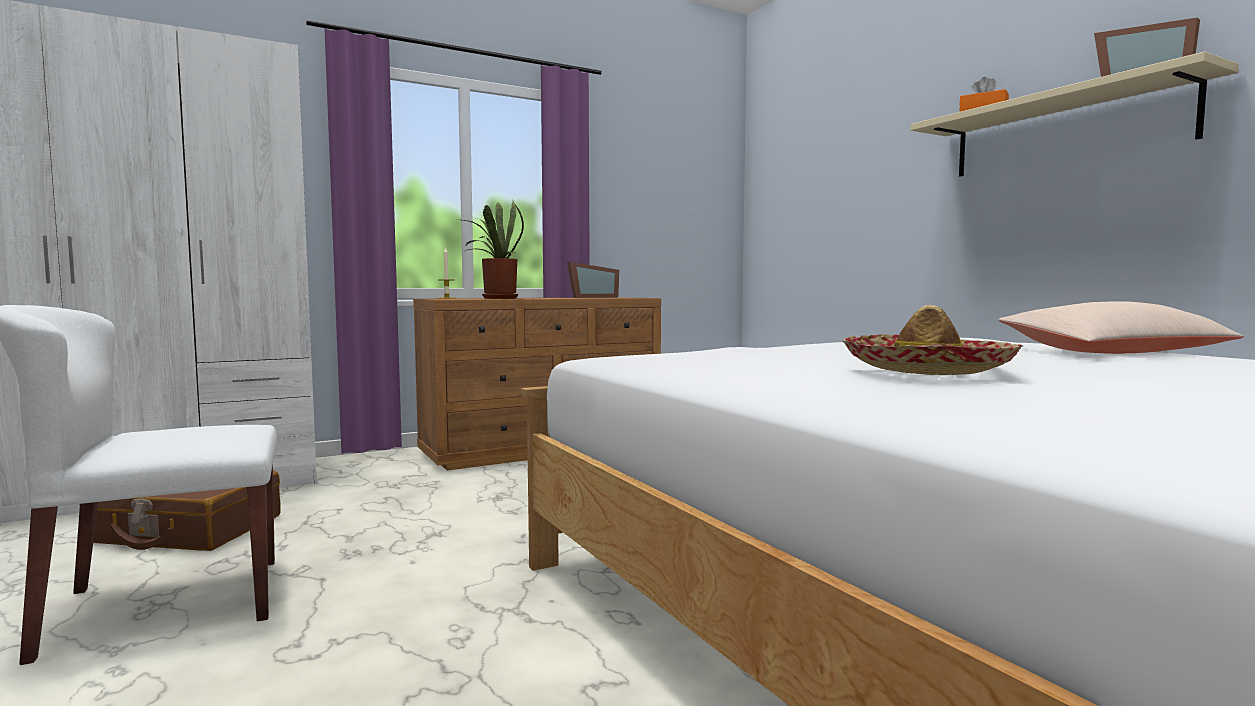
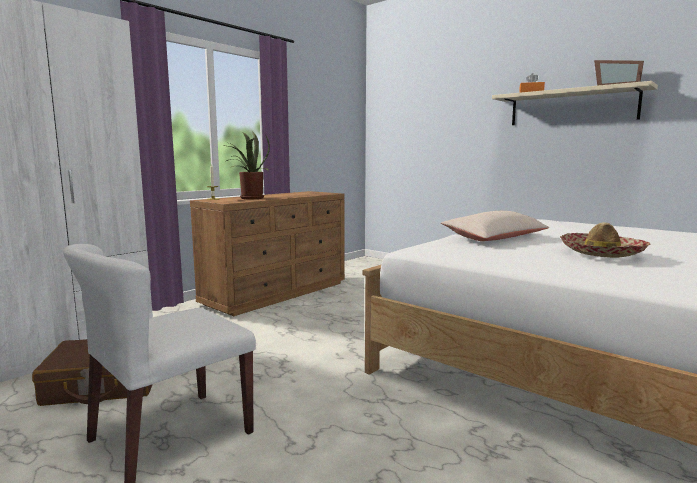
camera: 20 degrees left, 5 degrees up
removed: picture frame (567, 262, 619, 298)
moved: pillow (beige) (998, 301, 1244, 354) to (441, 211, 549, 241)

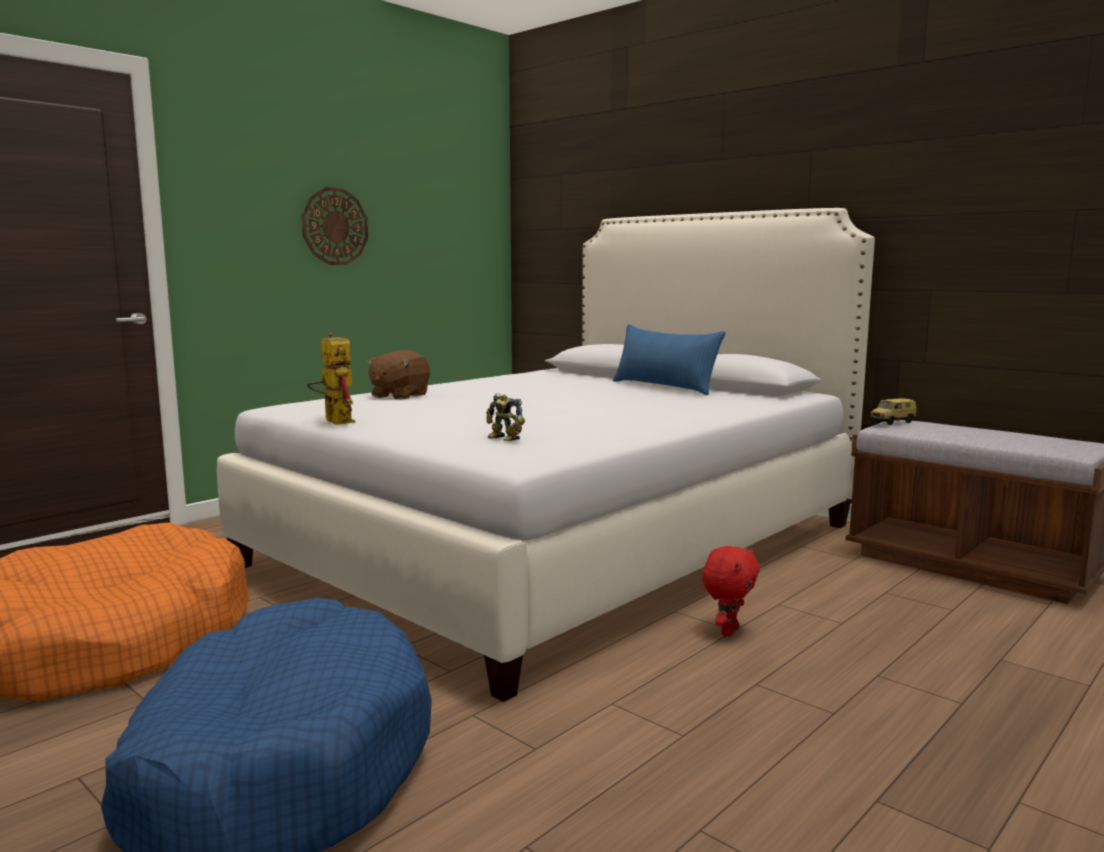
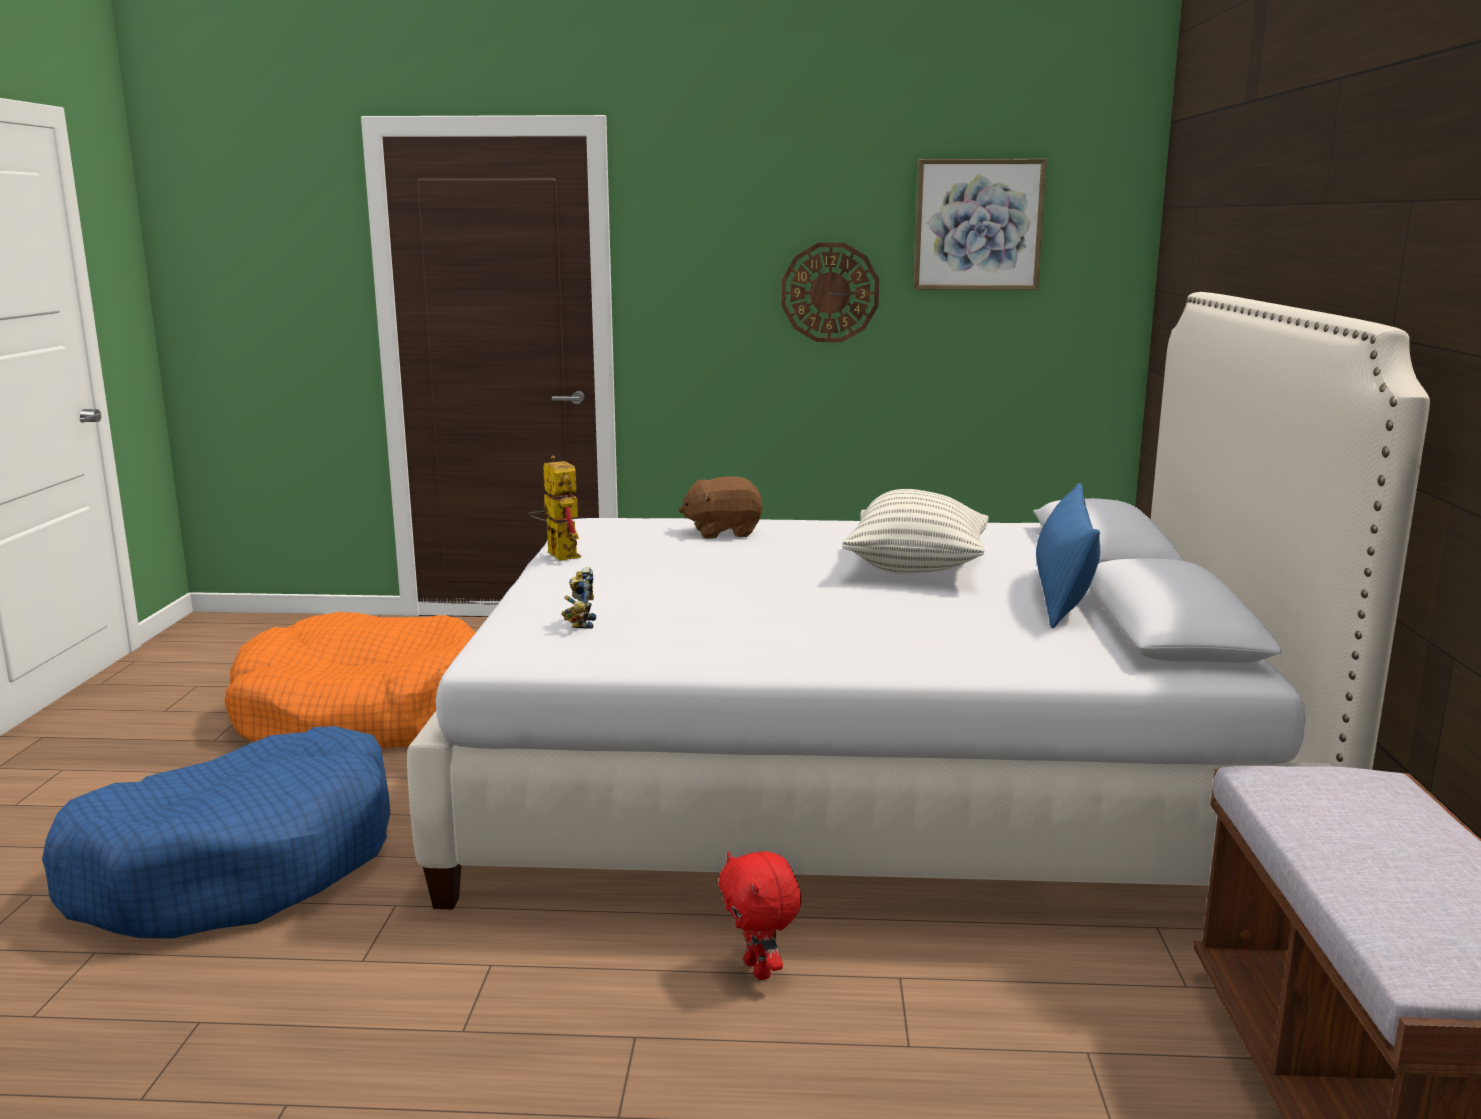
camera: 50 degrees right, 5 degrees up
removed: toy car (870, 398, 917, 425)
added: pillow (842, 489, 989, 574); picture (913, 159, 1047, 290)
turned: toy robot (307, 333, 356, 425) = (528, 456, 581, 561) 45 degrees counterclockwise; plush toy (red) (702, 546, 760, 636) = (718, 852, 802, 980) 75 degrees clockwise

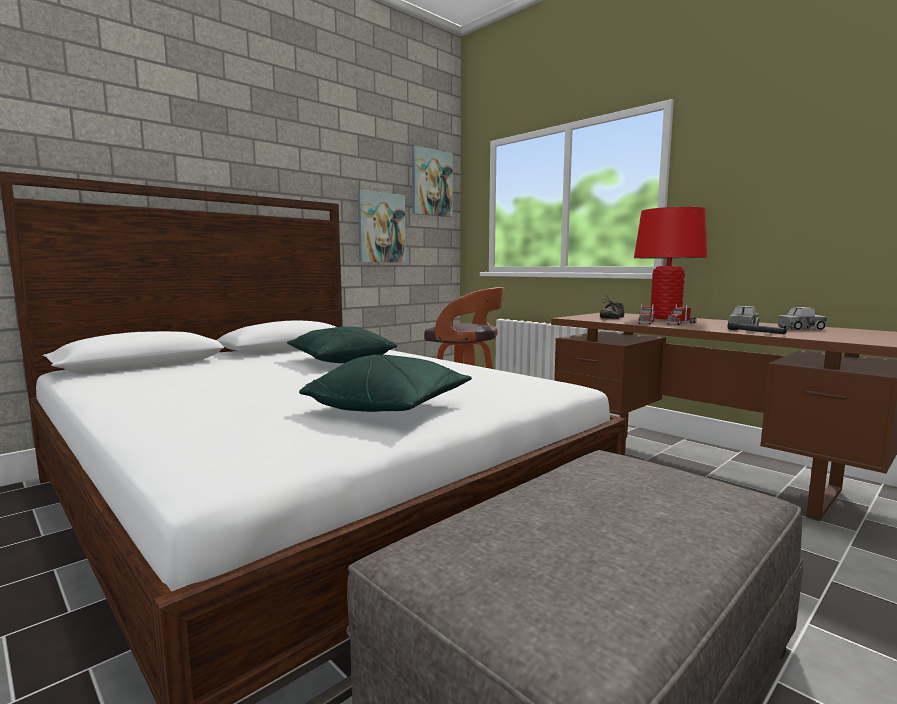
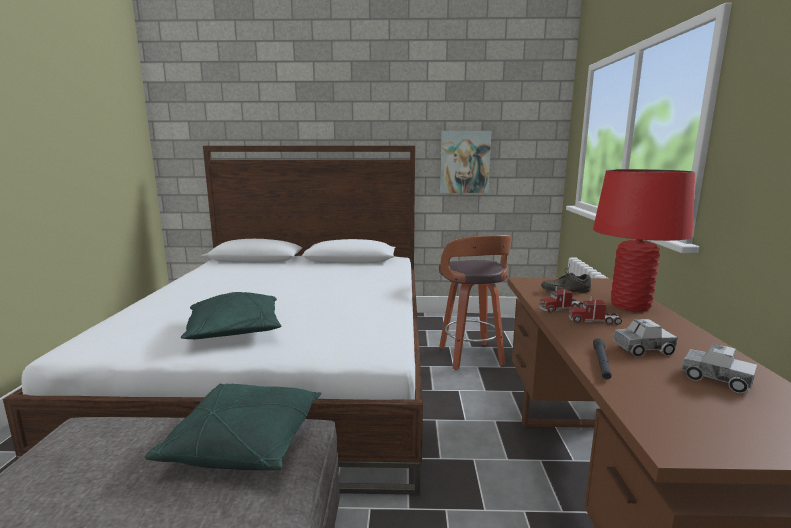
camera: 45 degrees right, 5 degrees up
removed: picture (412, 145, 453, 217)
moved: pillow (green) (287, 326, 397, 363) to (144, 383, 321, 470)

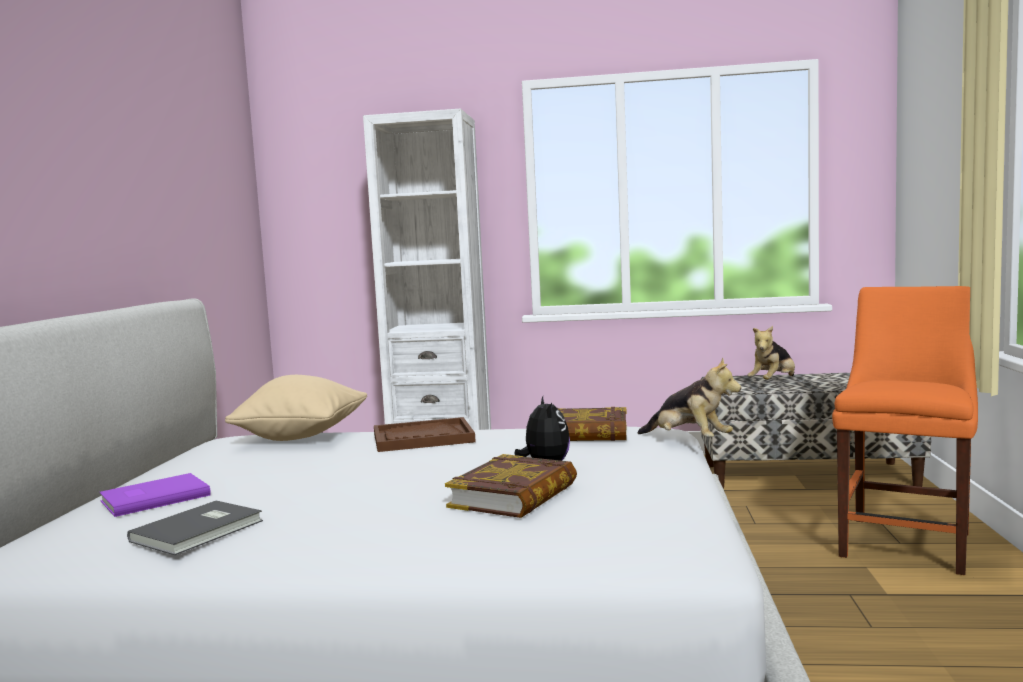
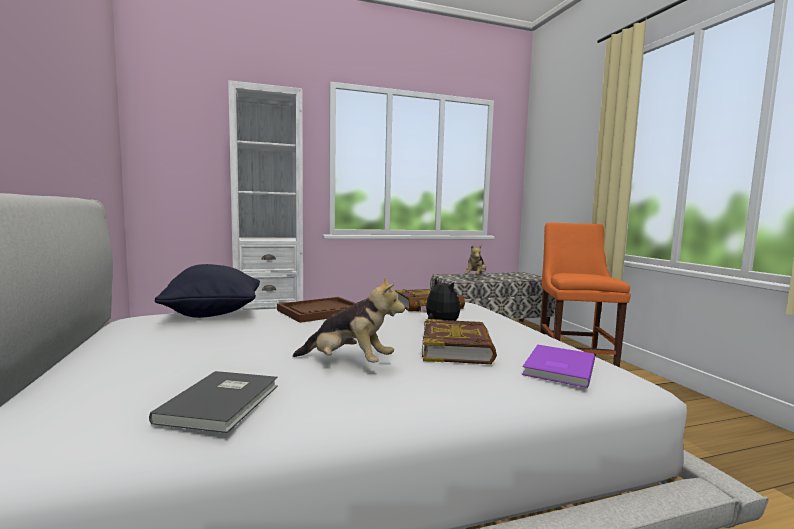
camera: 25 degrees left, 0 degrees up
moved: plush toy (637, 357, 741, 437) to (293, 277, 405, 363); book (purple) (99, 473, 211, 517) to (522, 345, 595, 388)
recoloured: pillow (beige) (225, 375, 367, 441) to pillow (black) (155, 264, 260, 318)

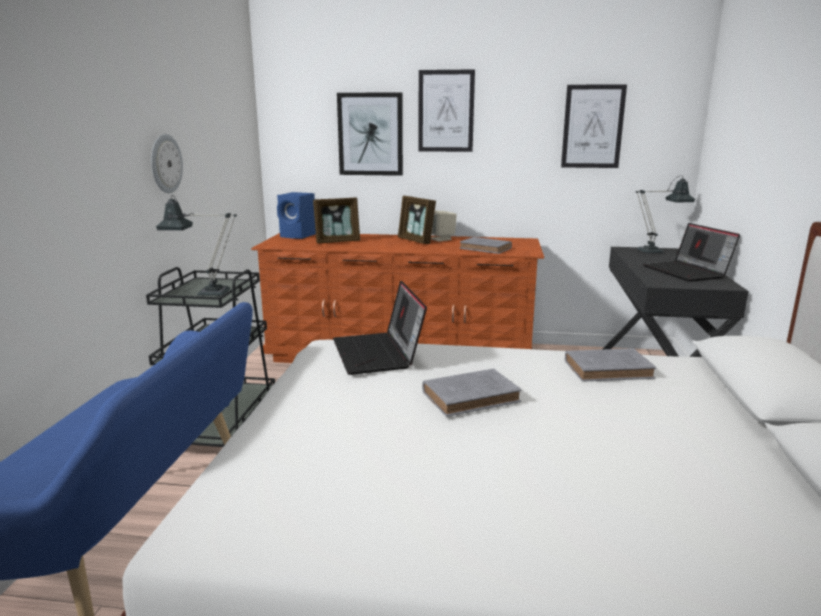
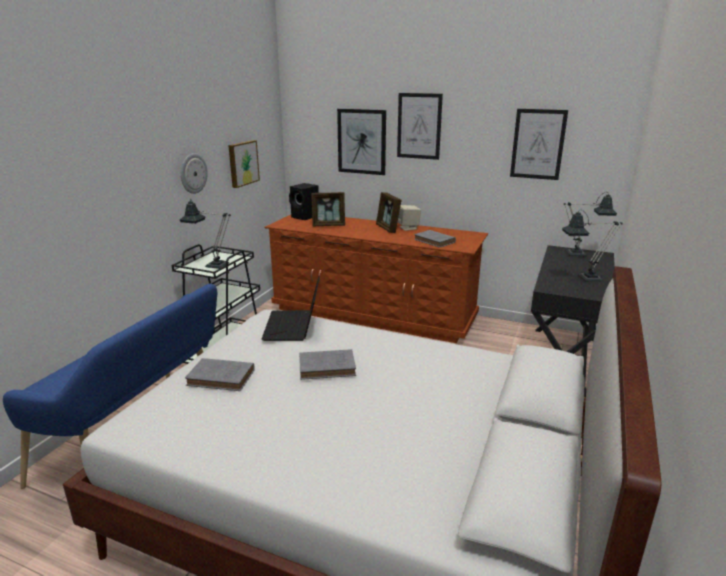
camera: 15 degrees right, 5 degrees up
added: picture (228, 140, 260, 188)
moved: book (grey) (565, 348, 656, 382) to (185, 358, 255, 391)
replaced: laptop (643, 223, 740, 281) to table lamp (562, 210, 623, 282)
recoloured: speaker (blue) (277, 192, 316, 239) to speaker (black) (289, 183, 319, 220)

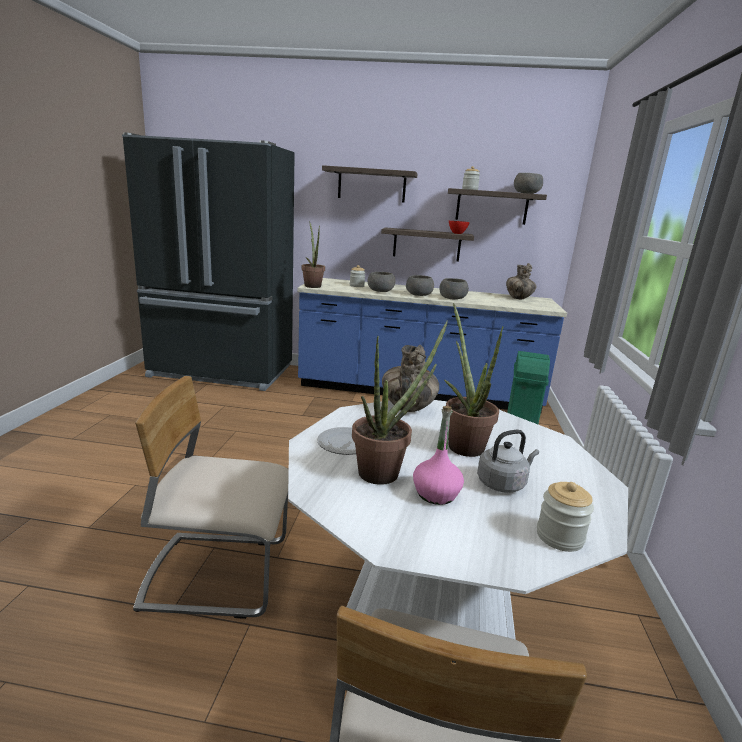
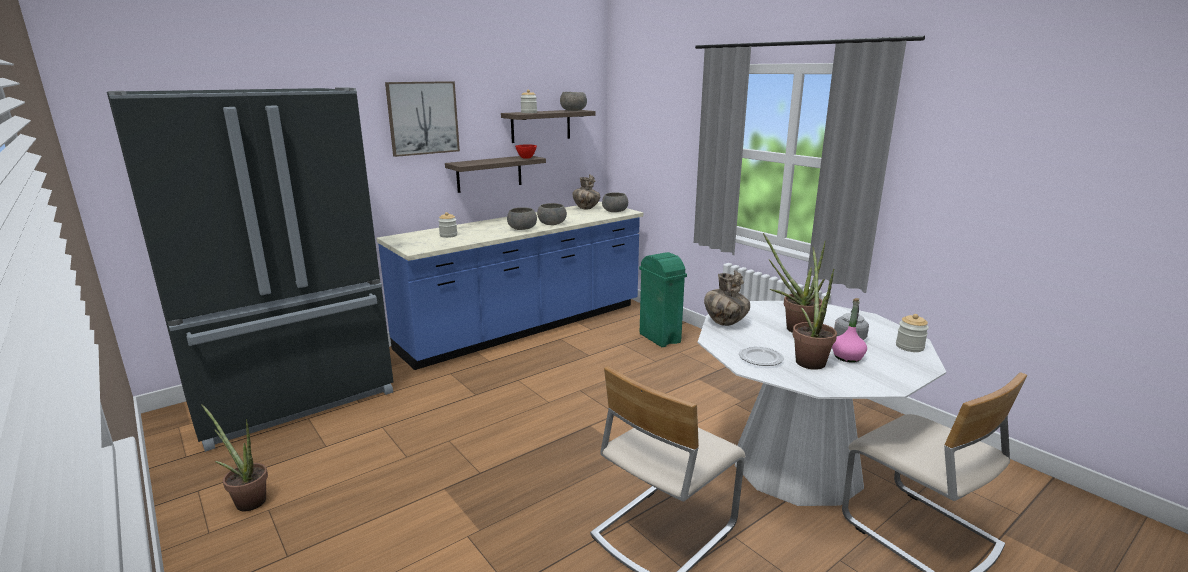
camera: 45 degrees left, 0 degrees up
moved: potted plant (301, 221, 325, 288) to (201, 404, 268, 511); bowl (grey) (368, 272, 395, 292) to (602, 193, 628, 212)
replaced: shelf (322, 165, 418, 202) to picture (385, 81, 460, 157)

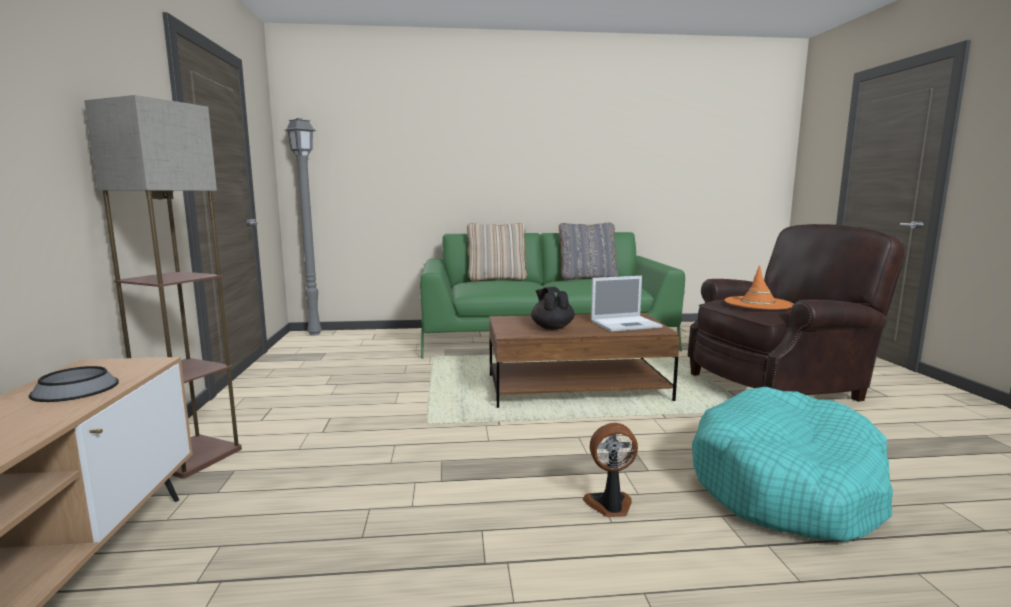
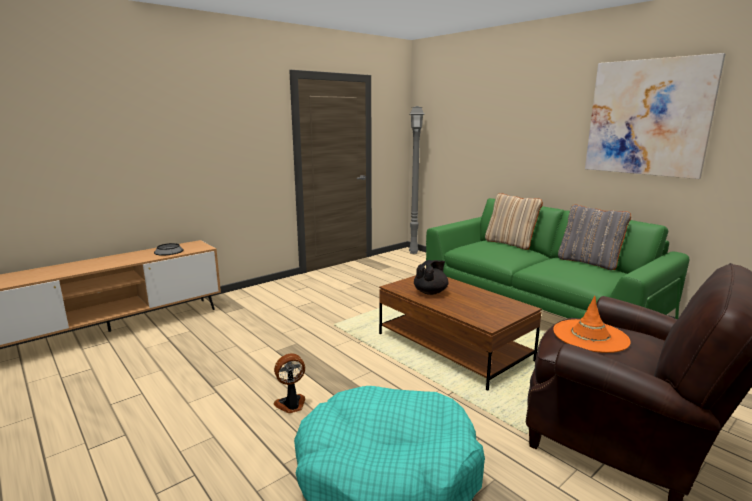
camera: 55 degrees right, 5 degrees up
removed: floor lamp (84, 95, 242, 479); laptop (591, 276, 663, 332)
added: picture (585, 53, 725, 179)
turned: fan (583, 423, 638, 517) = (274, 354, 305, 413) 75 degrees counterclockwise

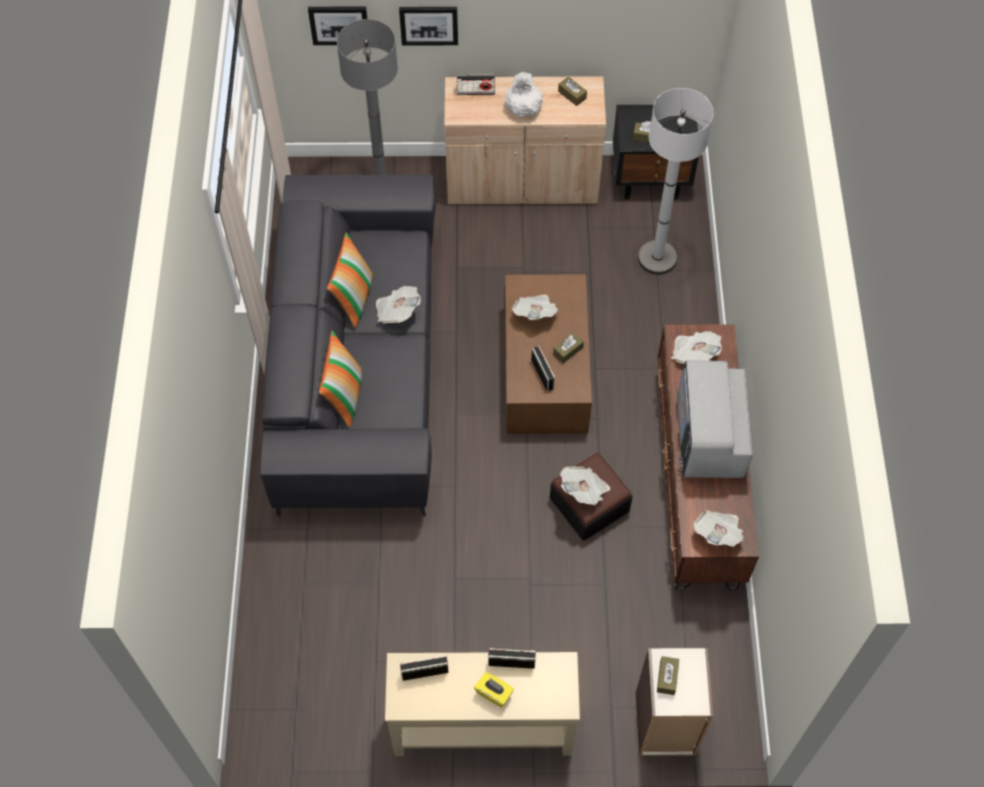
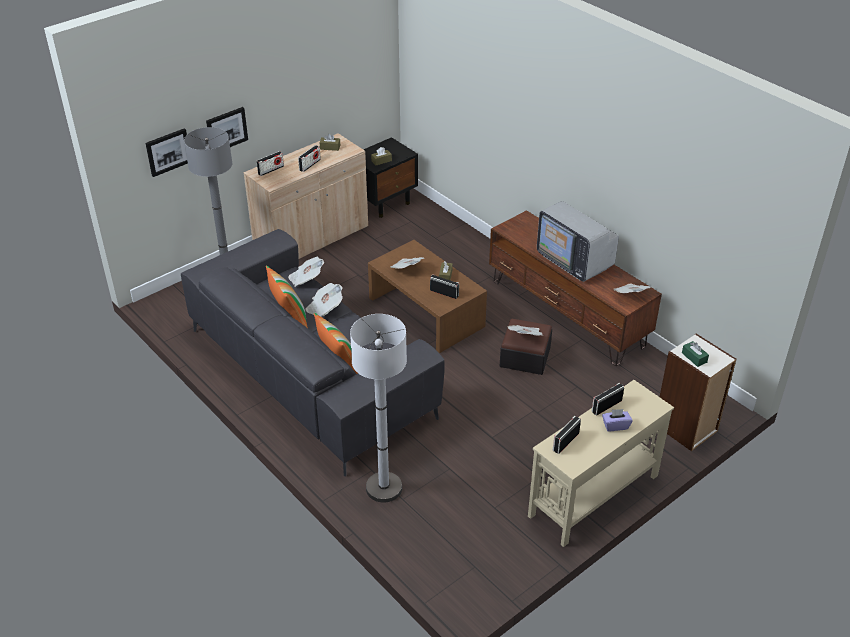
camera: 40 degrees left, 20 degrees down
moved: newspaper (671, 331, 722, 363) to (288, 257, 324, 287); floor lamp (white) (638, 88, 713, 275) to (350, 314, 407, 503)
replaced: vase (white) (505, 72, 543, 118) to radio (298, 145, 321, 172)
recoloured: tissue box (yellow) (474, 672, 514, 707) to tissue box (purple) (602, 409, 633, 431); tissue box (brown) (657, 656, 679, 695) to tissue box (green) (682, 341, 709, 367)

